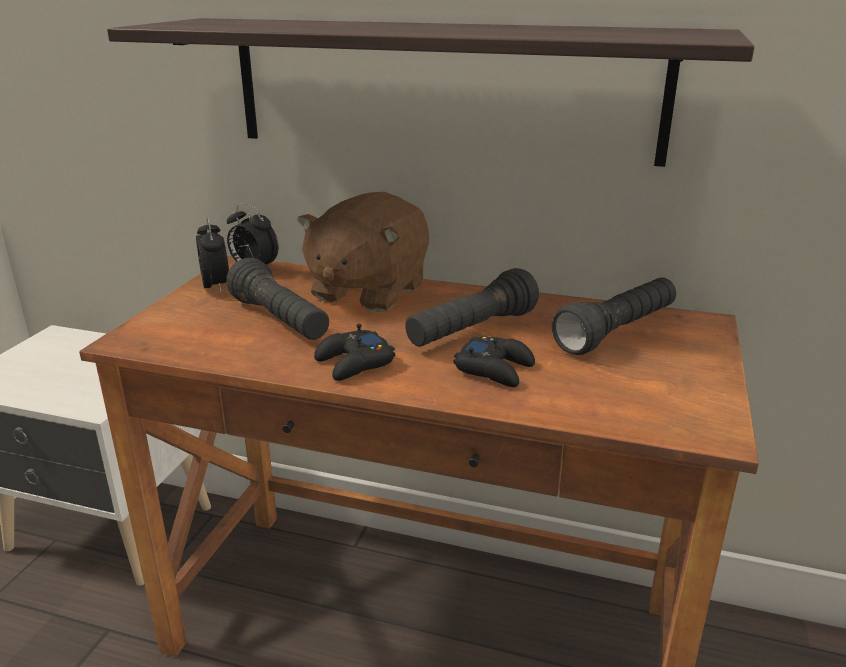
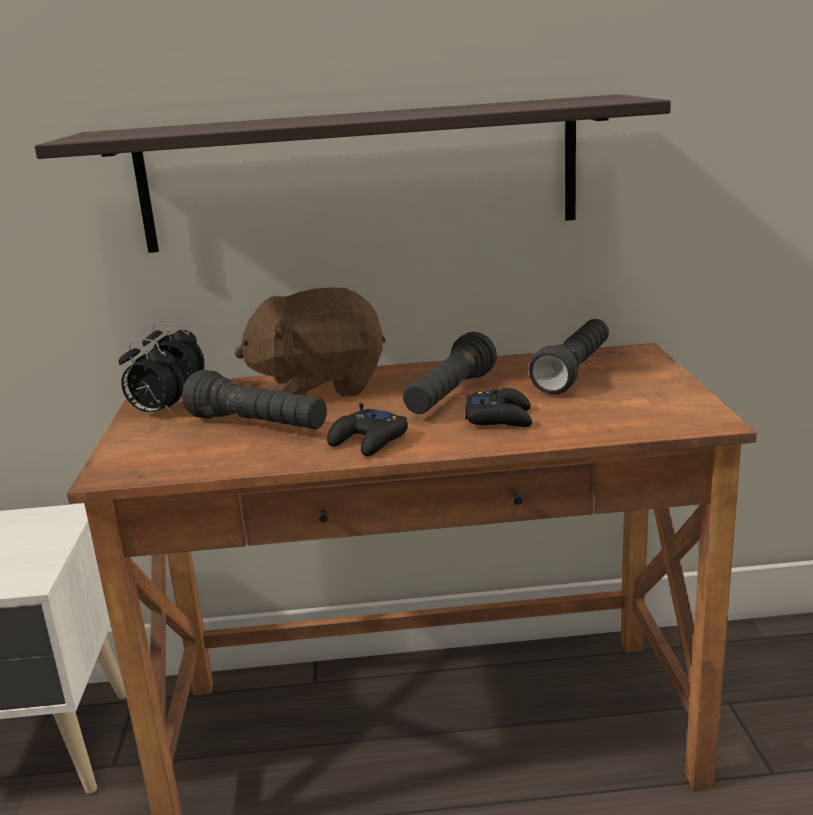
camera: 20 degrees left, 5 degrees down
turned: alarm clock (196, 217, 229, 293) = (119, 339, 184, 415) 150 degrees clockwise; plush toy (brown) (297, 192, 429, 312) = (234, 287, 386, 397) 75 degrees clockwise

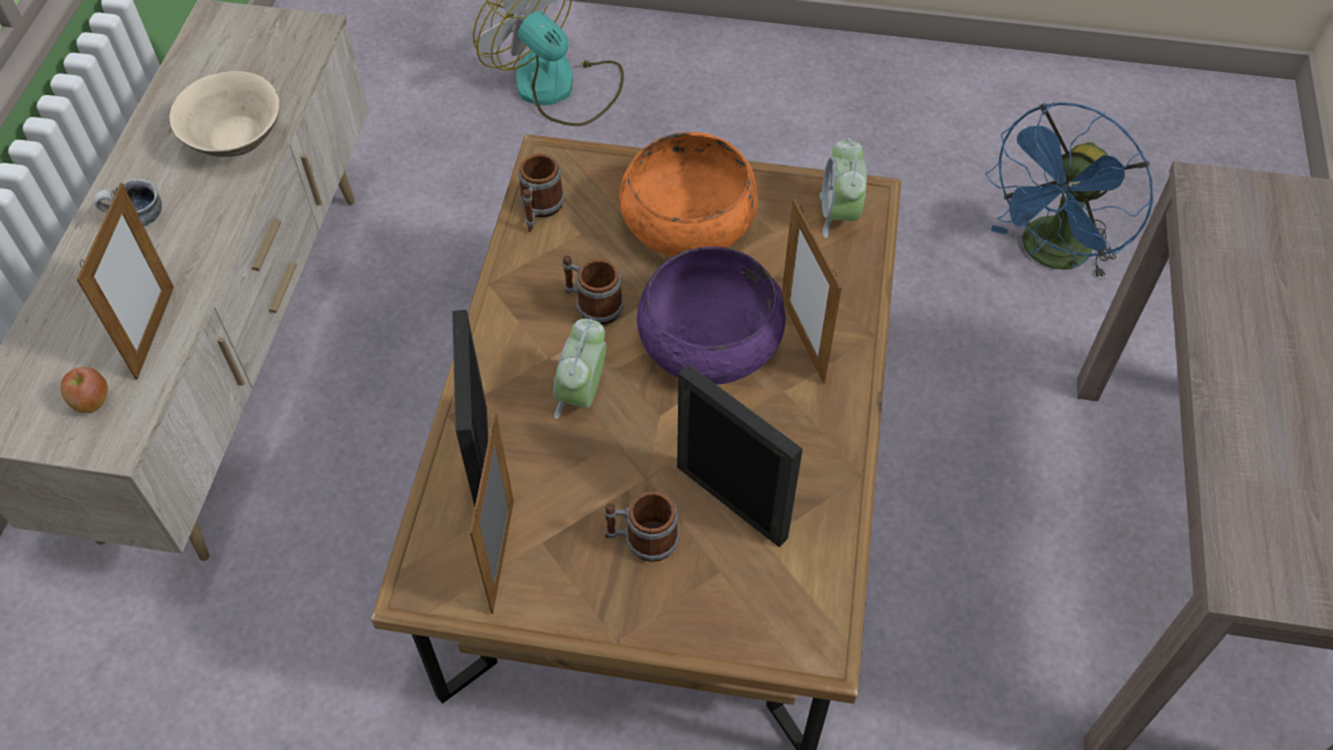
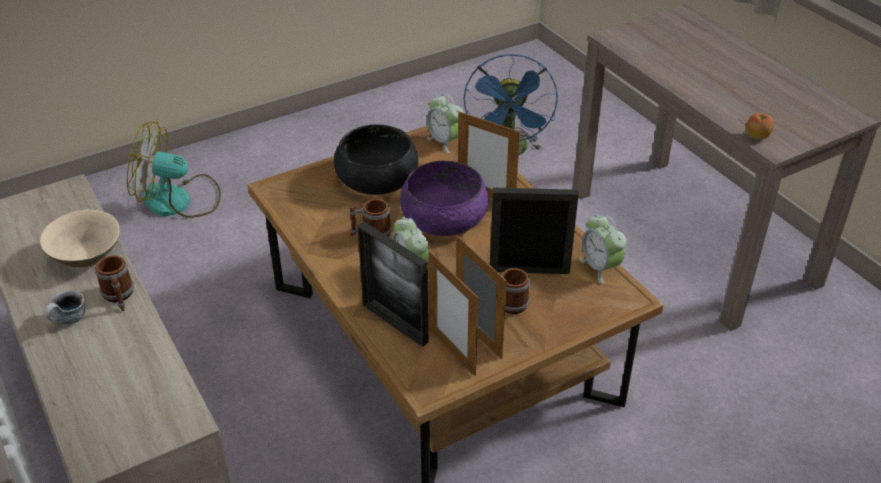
camera: 40 degrees left, 15 degrees down
added: alarm clock (579, 214, 626, 284)
moved: mug (518, 154, 565, 232) to (95, 255, 134, 312); picture frame (77, 183, 174, 380) to (456, 236, 507, 359); apple (60, 367, 108, 413) to (747, 113, 774, 139)
recoloured: bowl (orange) (619, 132, 758, 257) to bowl (black) (334, 124, 418, 195)

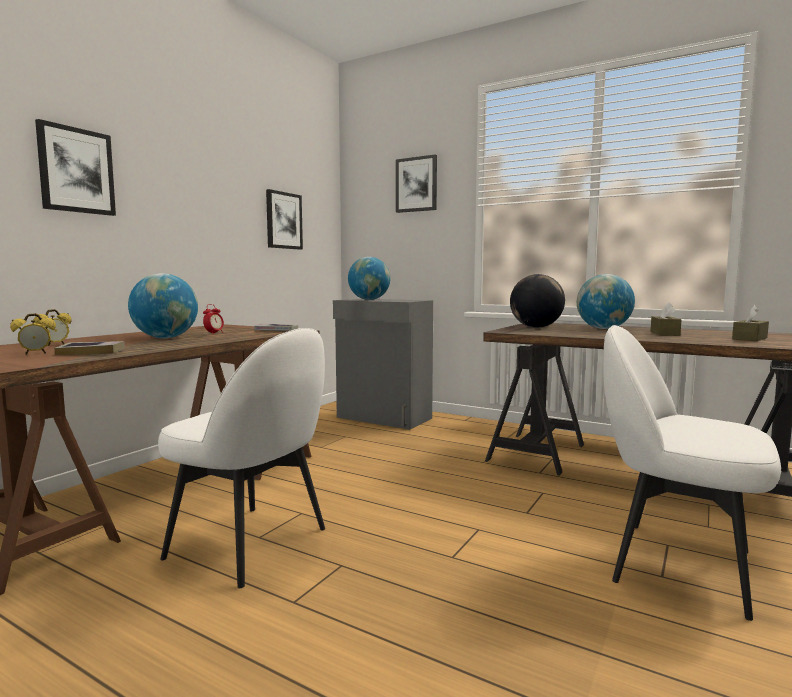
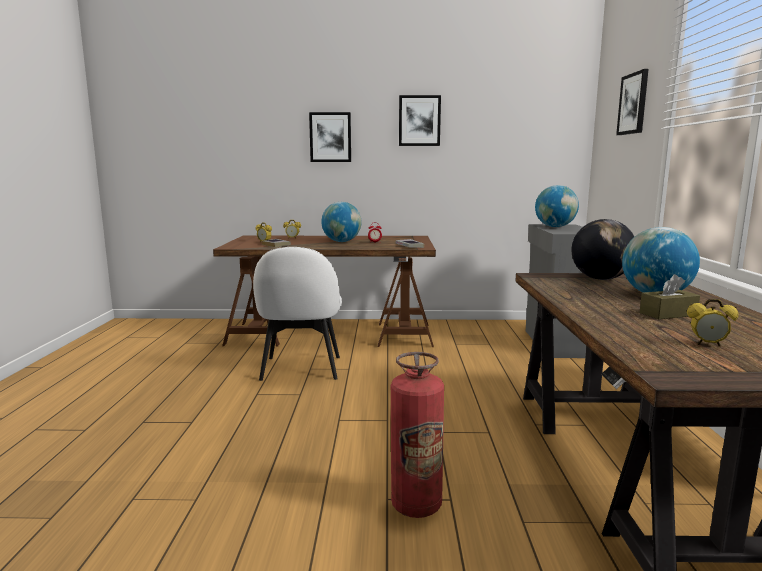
camera: 60 degrees right, 5 degrees up
moved: picture (266, 189, 303, 250) to (399, 95, 441, 146)
replaced: chair (white) (603, 325, 781, 621) to fire extinguisher (391, 352, 444, 518); tissue box (brown) (732, 305, 769, 341) to alarm clock (687, 299, 739, 347)

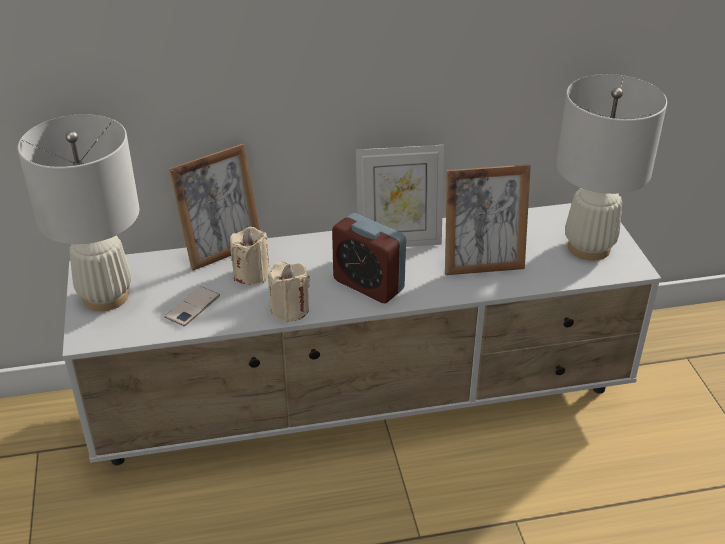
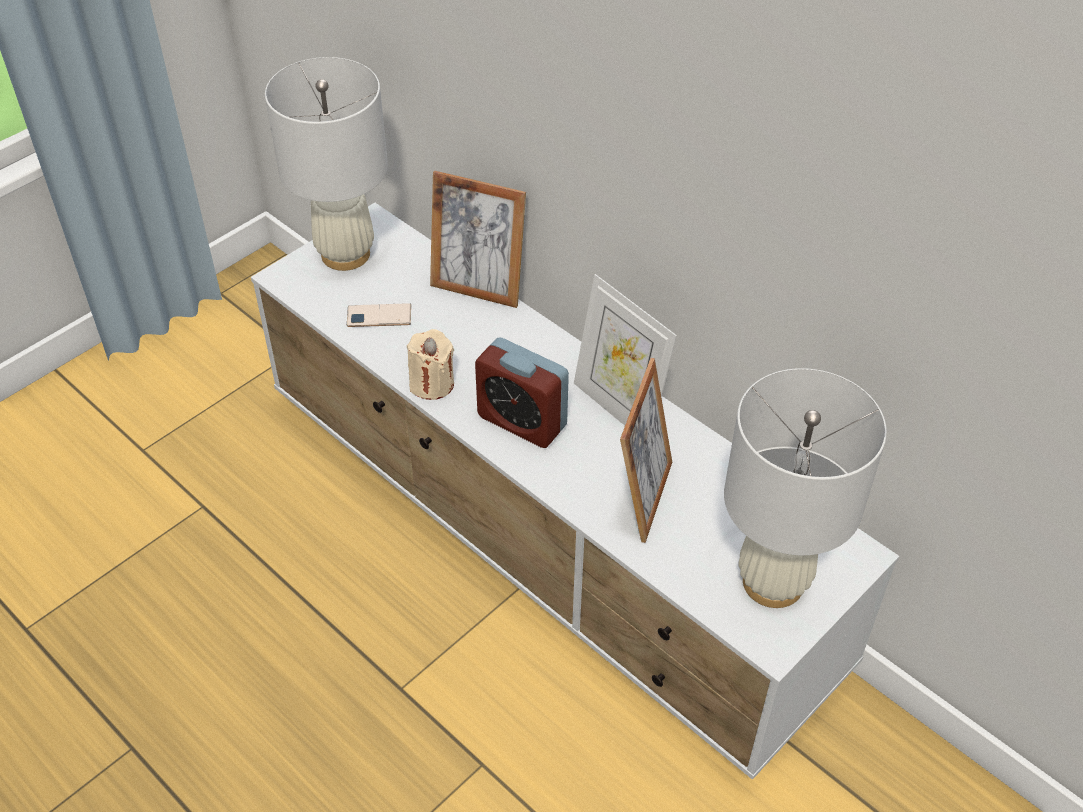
camera: 55 degrees right, 10 degrees up
removed: candle (beige) (230, 227, 270, 285)
turned: alarm clock (332, 213, 406, 303) = (475, 337, 569, 448) 60 degrees counterclockwise; picture frame (445, 164, 531, 275) = (620, 358, 672, 543) 120 degrees counterclockwise

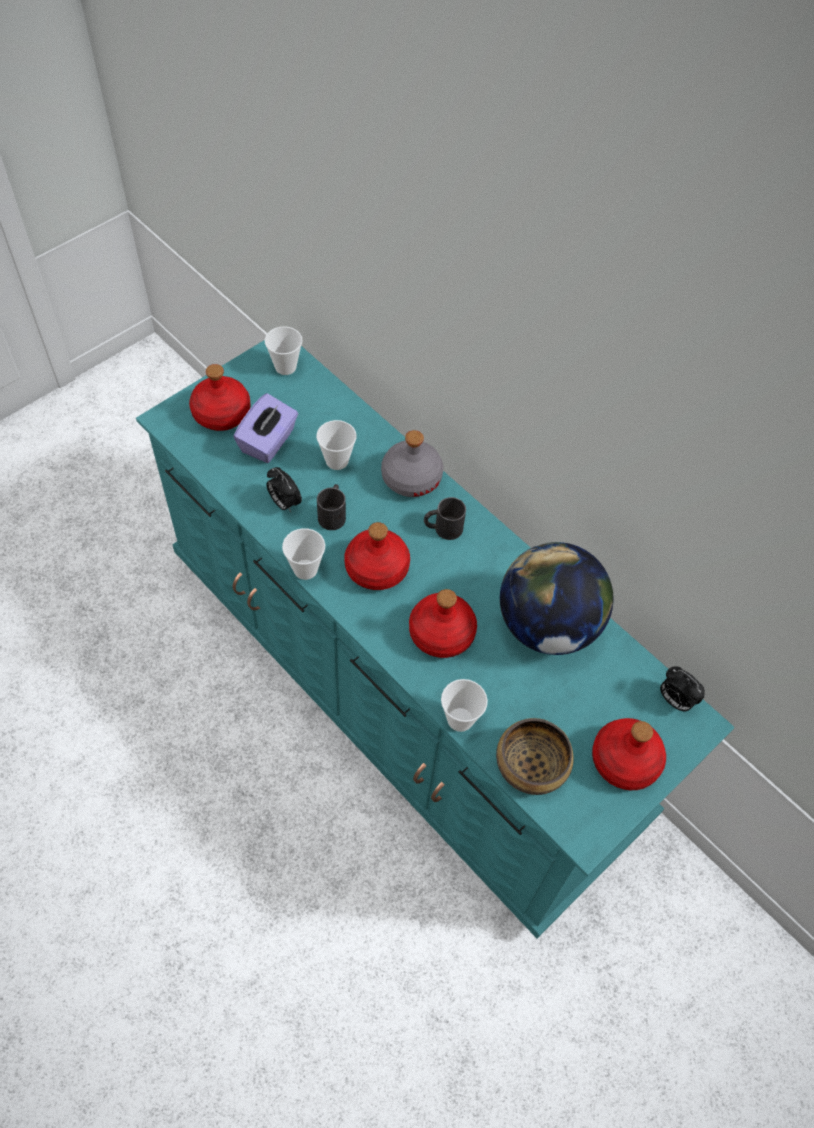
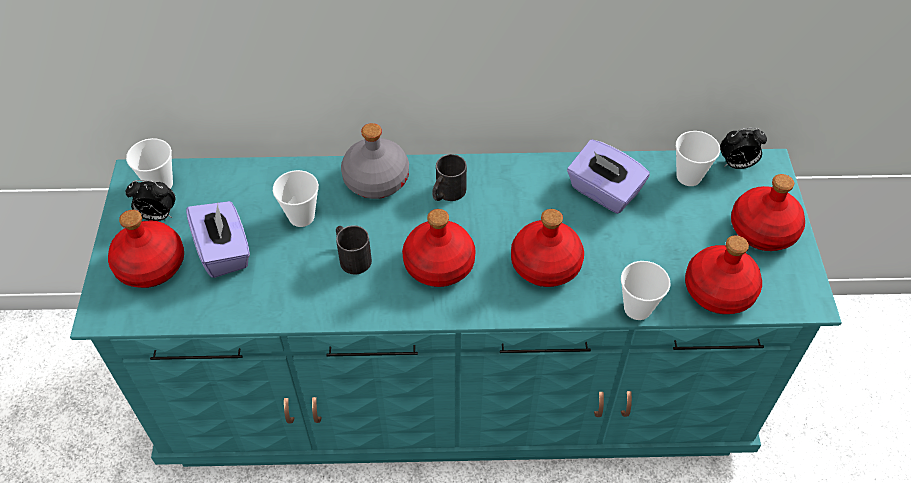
camera: 45 degrees left, 5 degrees down
moved: alarm clock (266, 467, 302, 512) to (125, 180, 176, 221); cup (282, 528, 325, 580) to (676, 131, 720, 186)
replaced: globe (500, 542, 614, 655) to tissue box (purple) (567, 140, 650, 214); bowl (496, 718, 574, 795) to bottle (red) (685, 235, 762, 314)

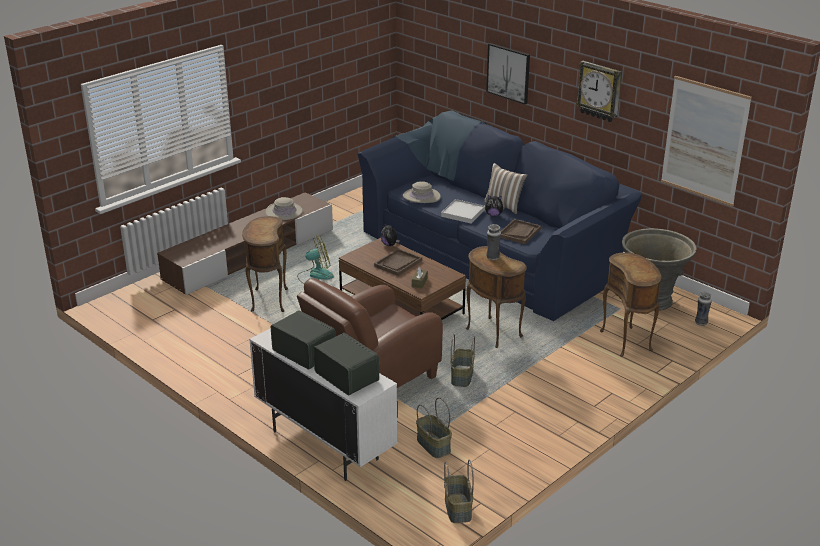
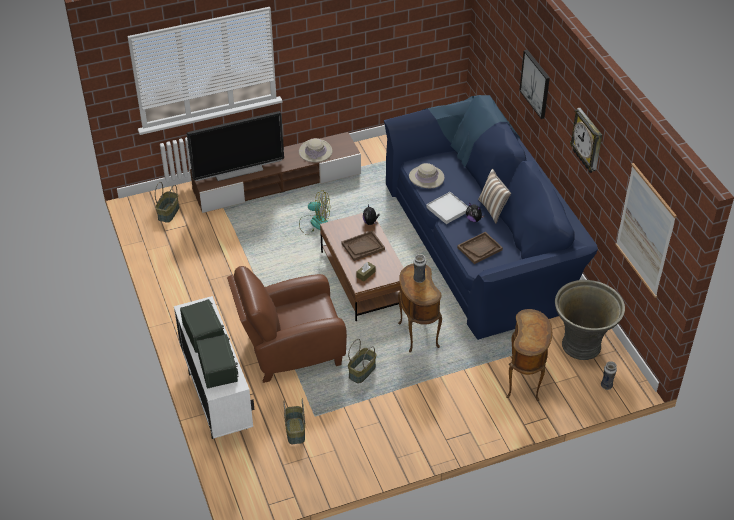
camera: 25 degrees right, 15 degrees up
removed: side table (brown) (242, 216, 288, 312)
added: television (187, 111, 284, 181)
moved: basket (444, 460, 474, 523) to (155, 182, 179, 223)

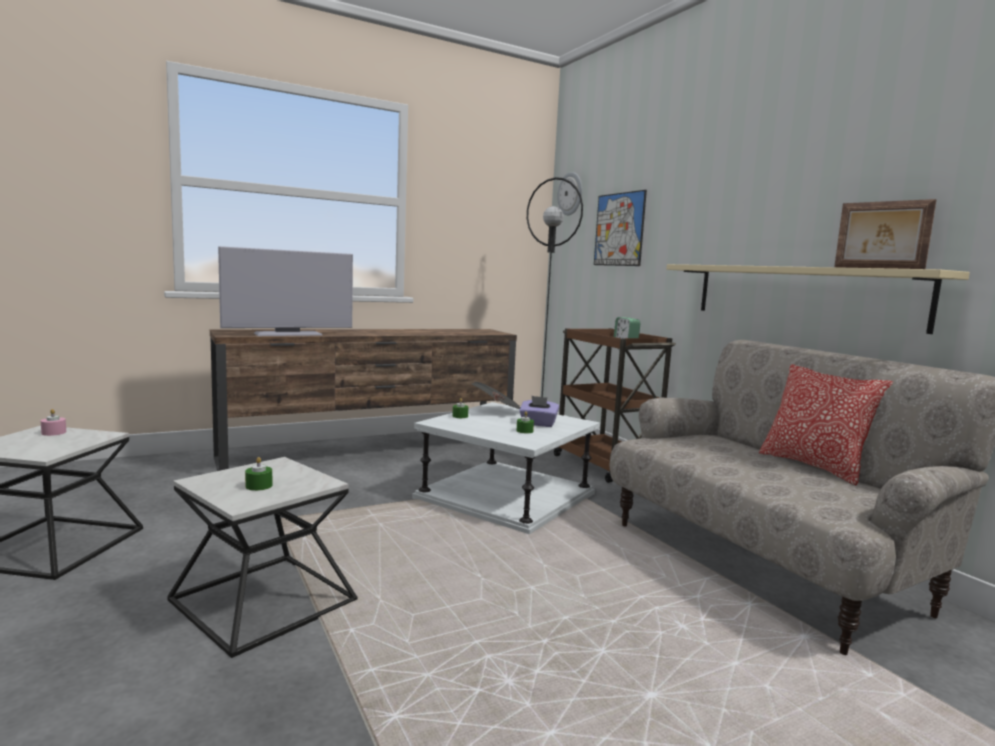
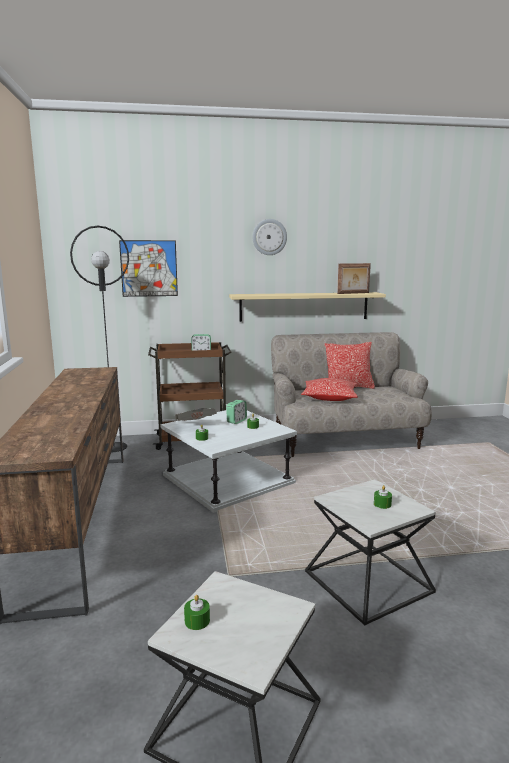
camera: 70 degrees left, 5 degrees up
removed: television (218, 246, 353, 336)
added: pillow (301, 378, 358, 401)
moved: wall clock (557, 172, 582, 215) to (253, 219, 287, 255)
replaced: tissue box (purple) (519, 396, 559, 427) to alarm clock (226, 400, 247, 424)
recoloured: candle (pink) (41, 409, 66, 436) to candle (green) (184, 595, 210, 630)

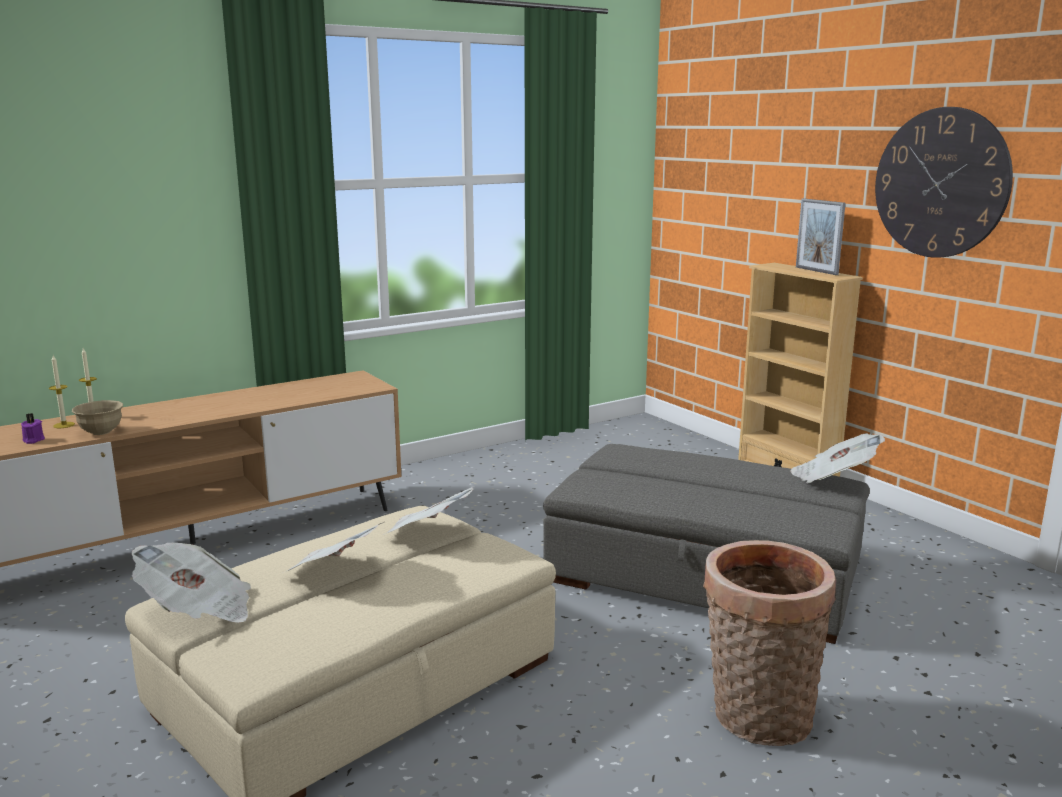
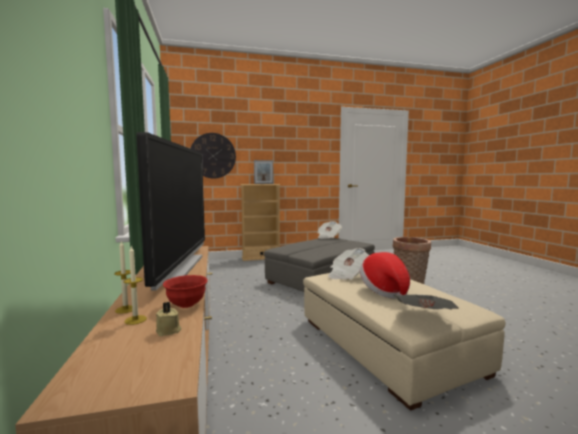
camera: 70 degrees left, 10 degrees down
added: television (136, 132, 205, 291)
moved: wall clock (875, 107, 1013, 258) to (190, 133, 236, 178)
replaced: newspaper (287, 522, 384, 571) to hat (360, 252, 410, 299)
recoloured: candle (purple) (21, 413, 45, 444) to candle (beige) (156, 302, 181, 336); bowl (beige) (72, 400, 123, 435) to bowl (red) (163, 275, 208, 308)

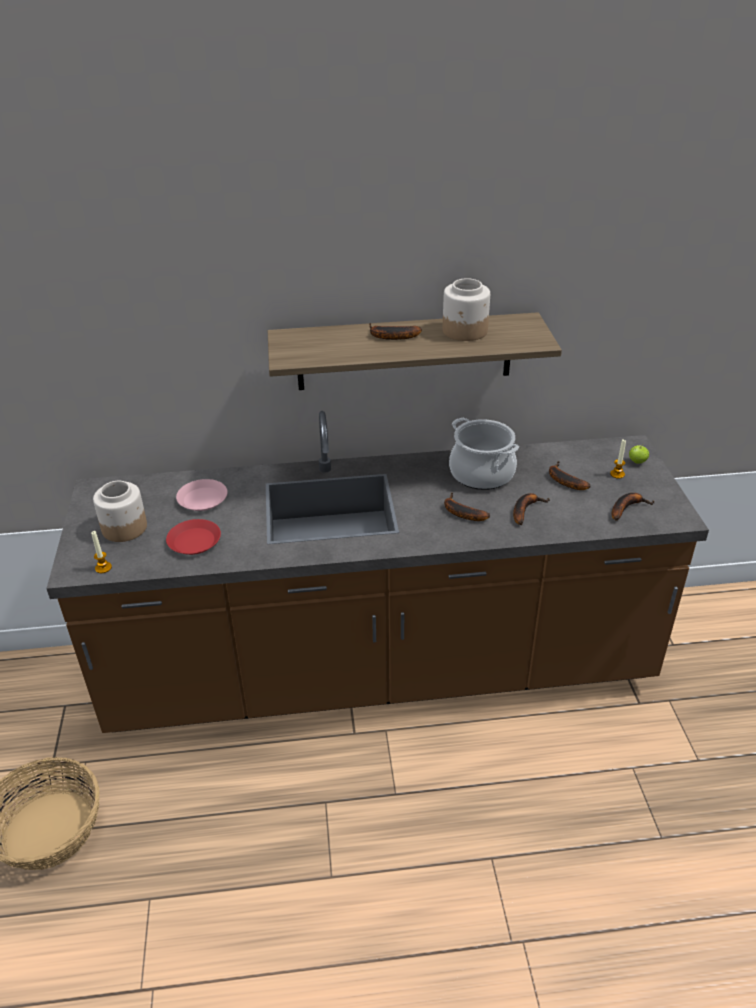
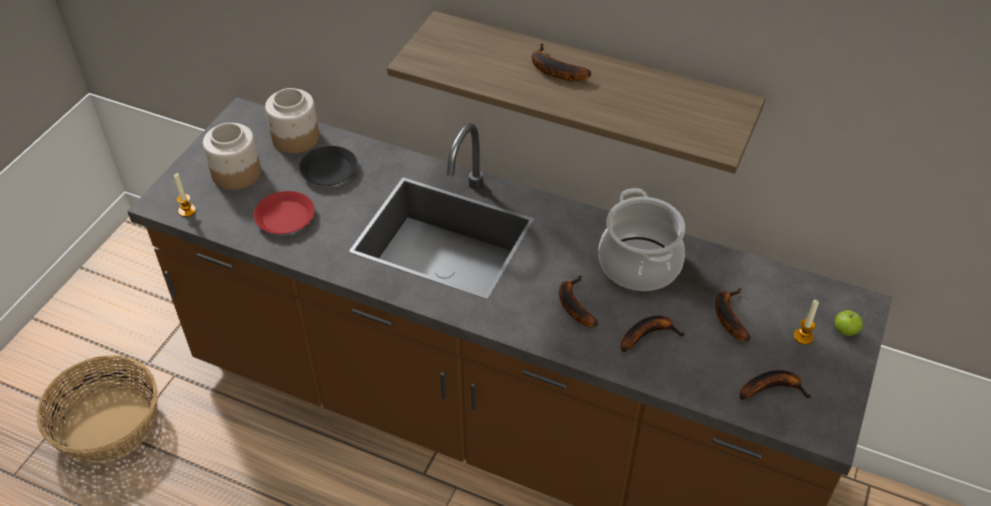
camera: 30 degrees right, 10 degrees up
moved: jar (443, 278, 490, 341) to (265, 88, 319, 154)
recoloured: plate (pink) (176, 479, 228, 511) to plate (black) (299, 146, 358, 186)

